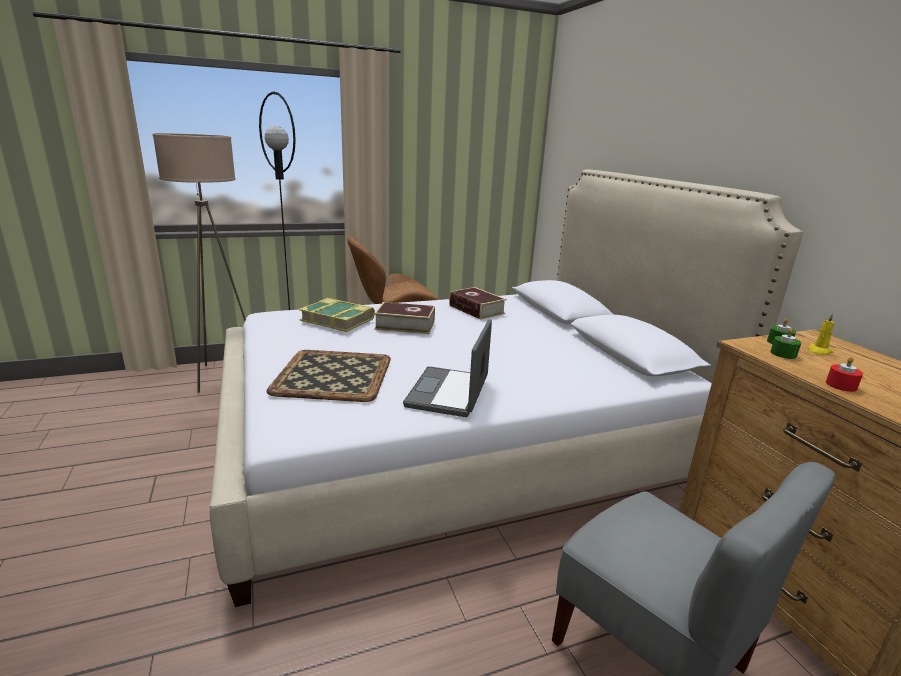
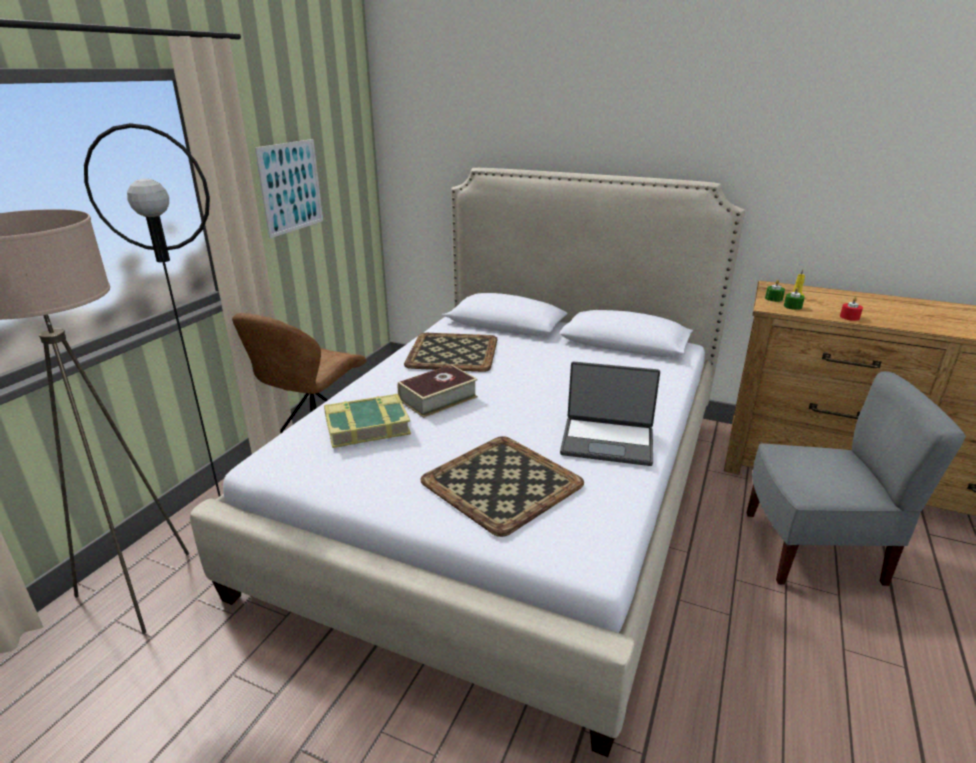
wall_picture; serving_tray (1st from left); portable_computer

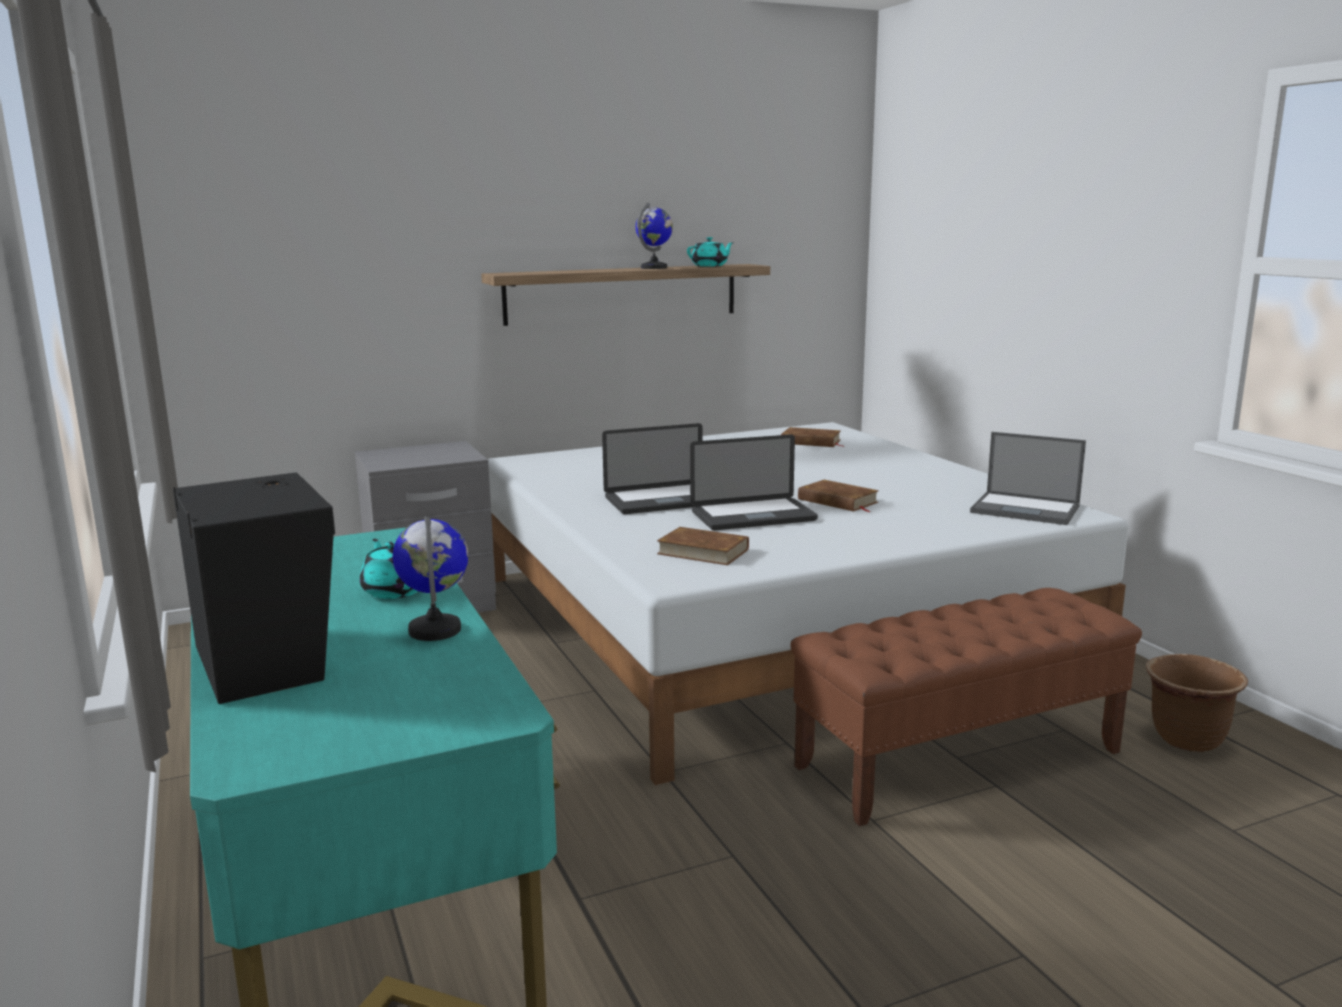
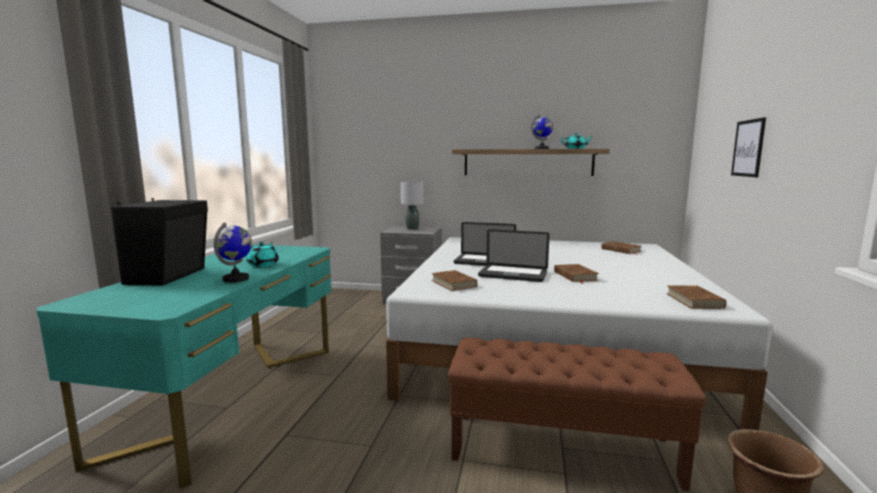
grey_lamp_for_a_table; brownish_bound_book (4th from left); wall_picture

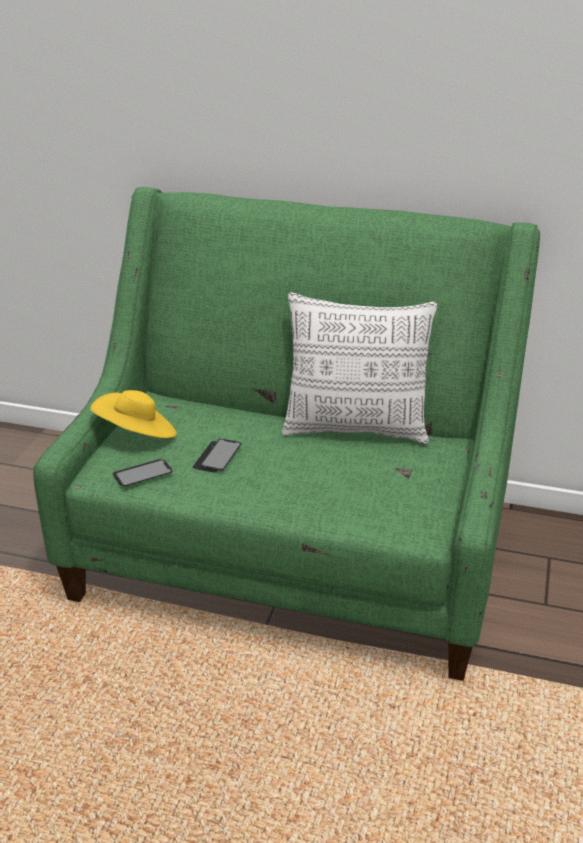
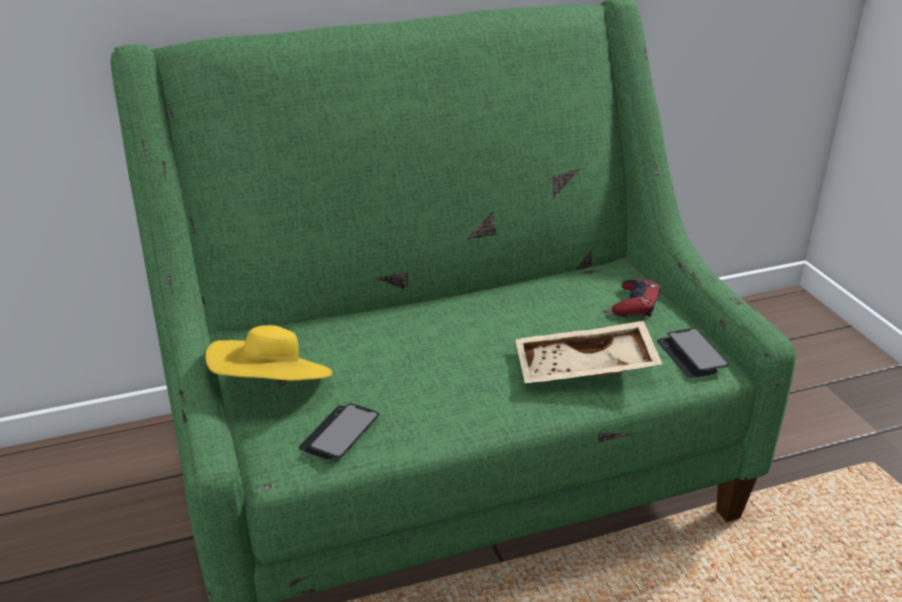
sand-coloured_serving_tray; red_joypad; telephone (2nd from left); throw_pillow

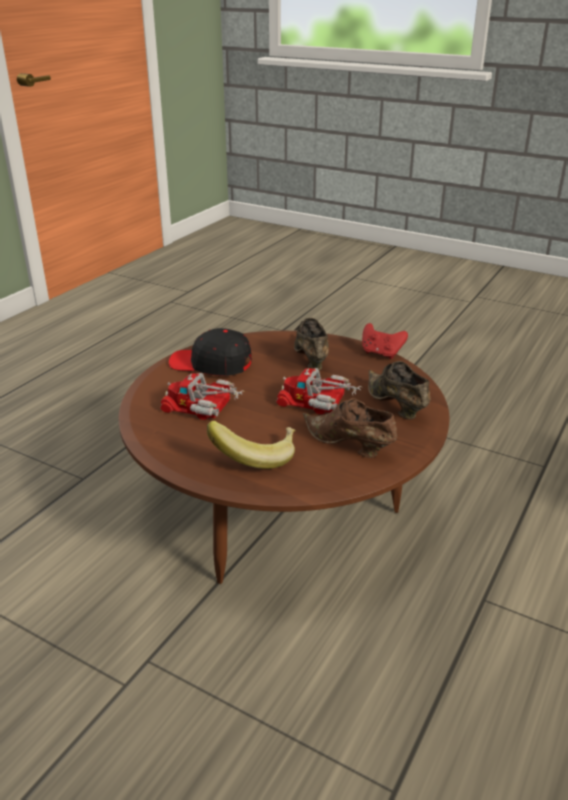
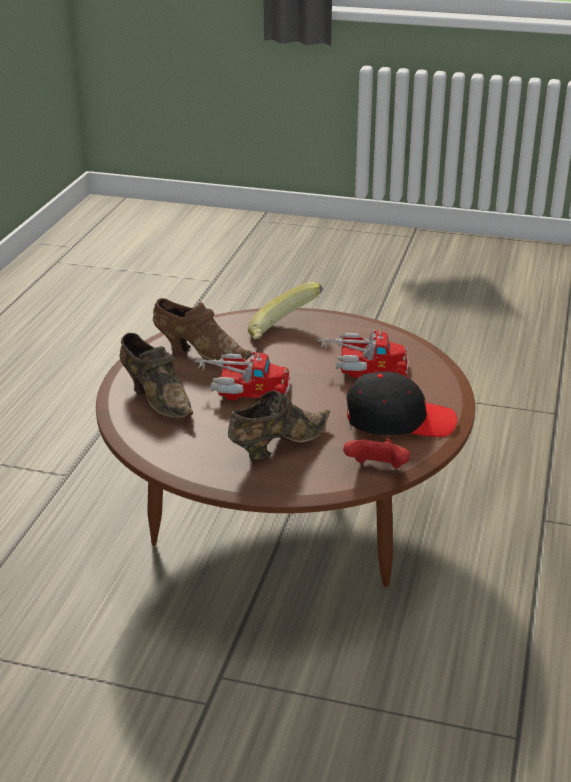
brownish_low_shoe (3rd from left); red_joypad

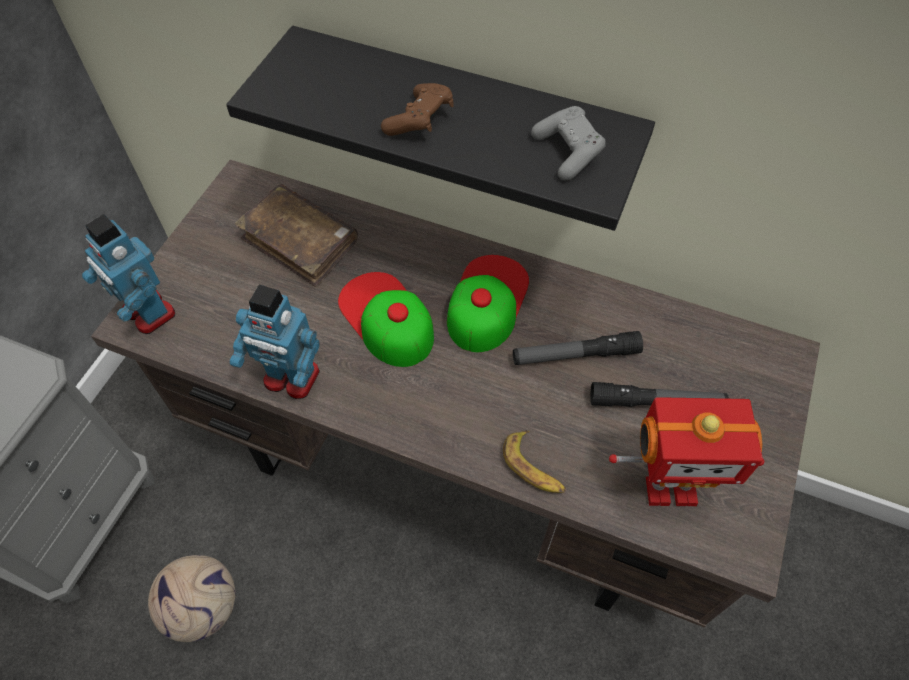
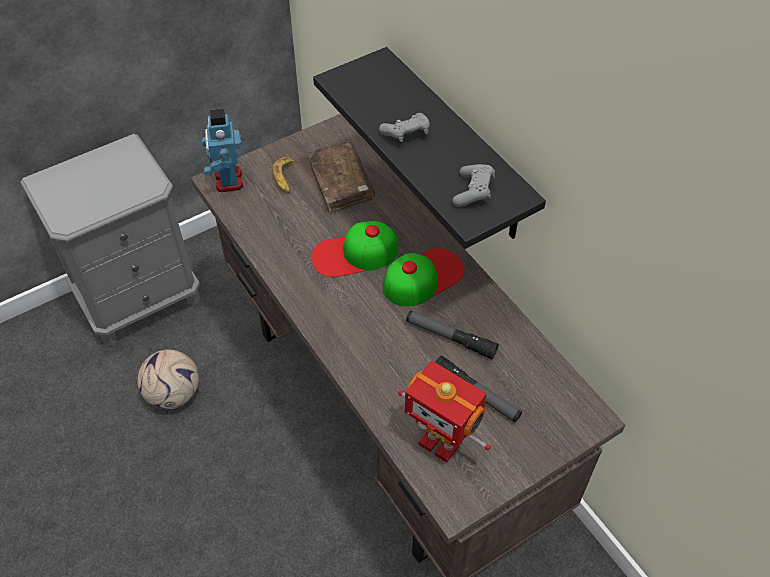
banana_fruit; baseball_cap (1st from left); grey_joypad (1st from left); robot_figure (2nd from left in the first image)

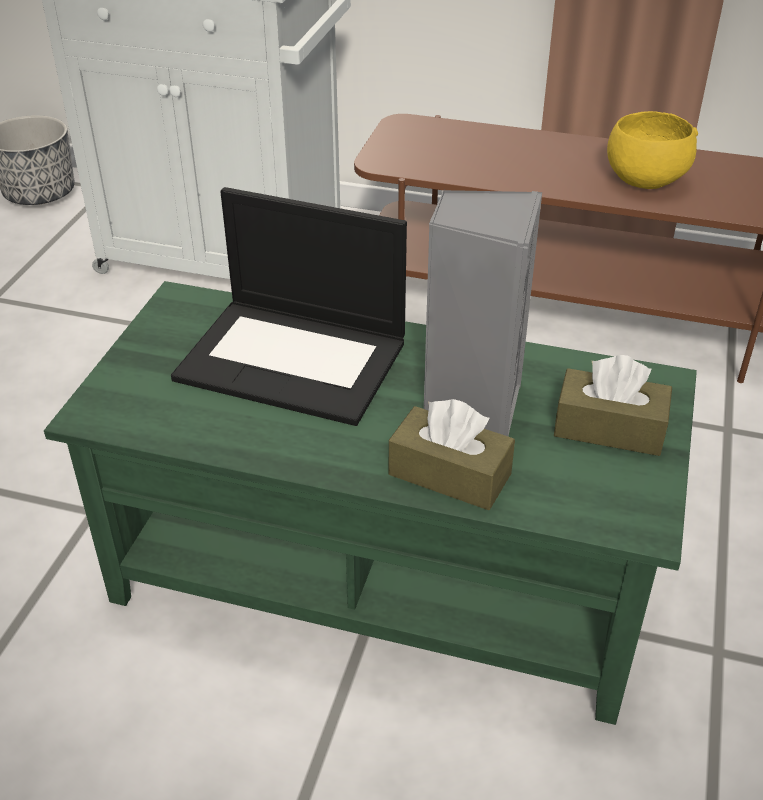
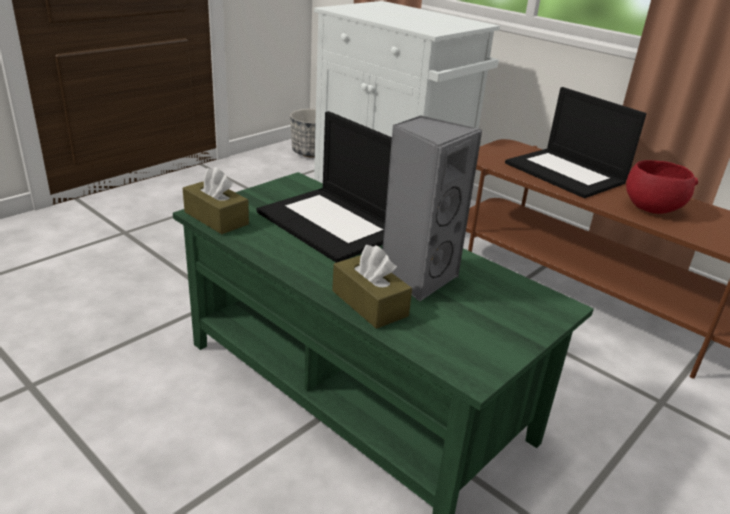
brownish_tissue_holder (1st from left); portable_computer (2nd from left); red_deep_dish

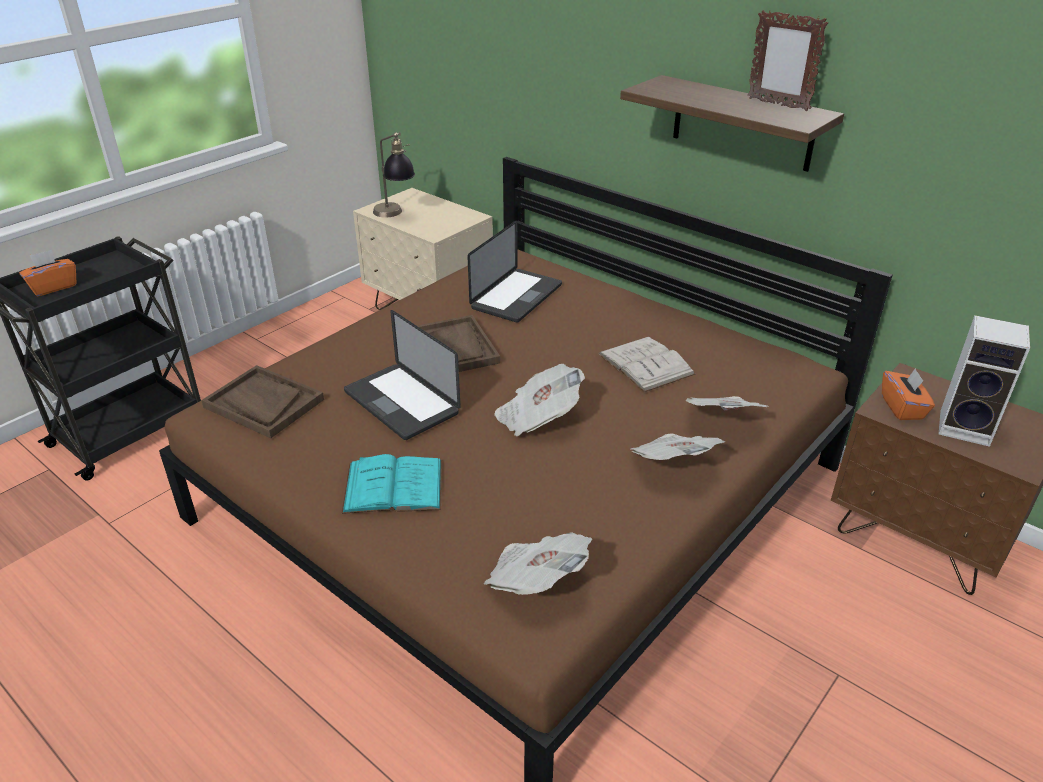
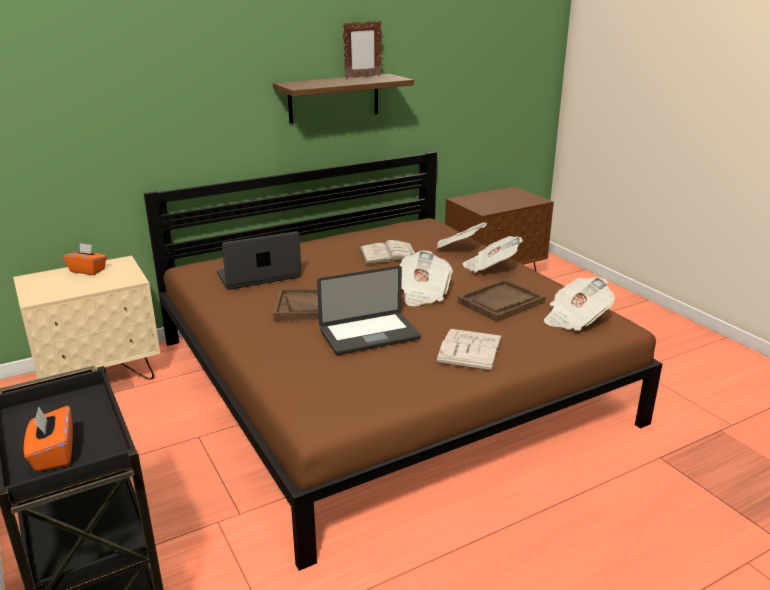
orange_tissue_holder (2nd from left); portable_computer (1st from left); whitish_bound_book (2nd from left); brownish_serving_tray (2nd from left); lamp_for_a_table; speaker

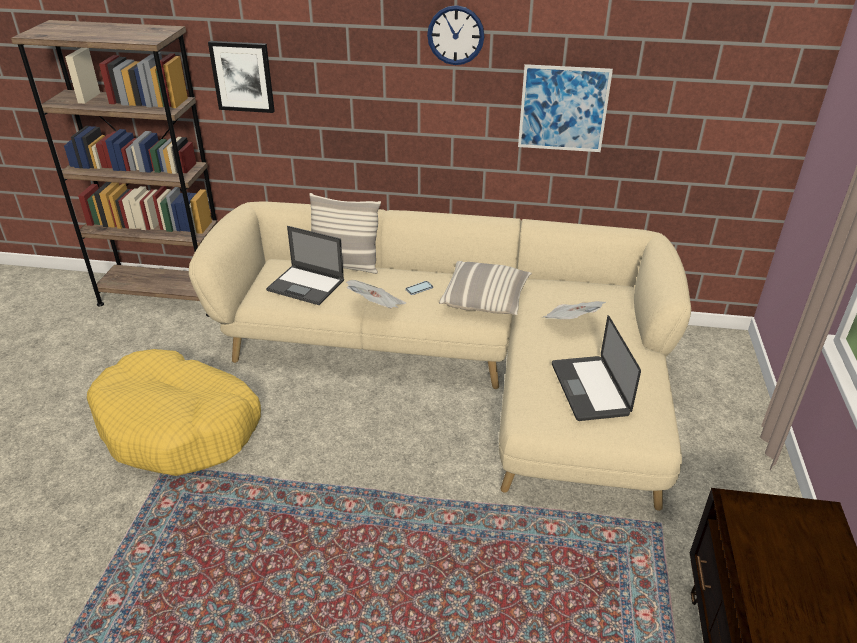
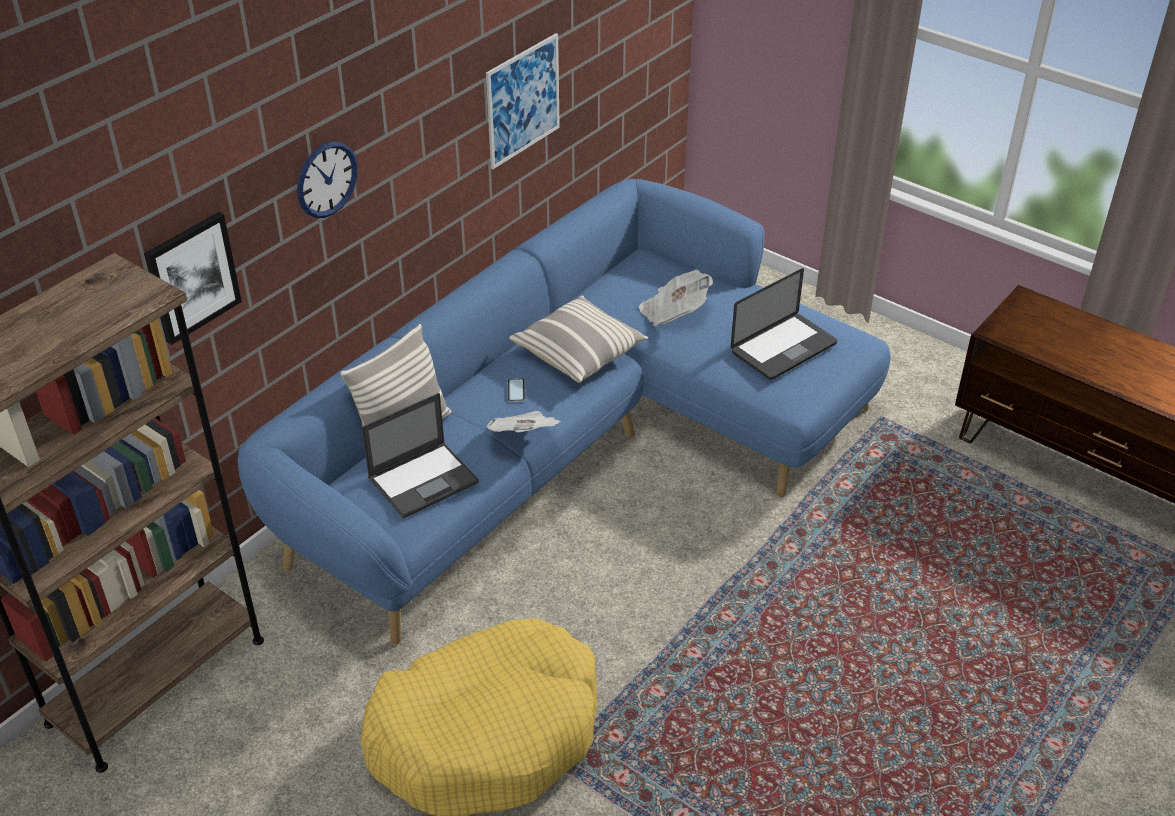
blue_couch; wall_clock; portable_computer (2nd from left)

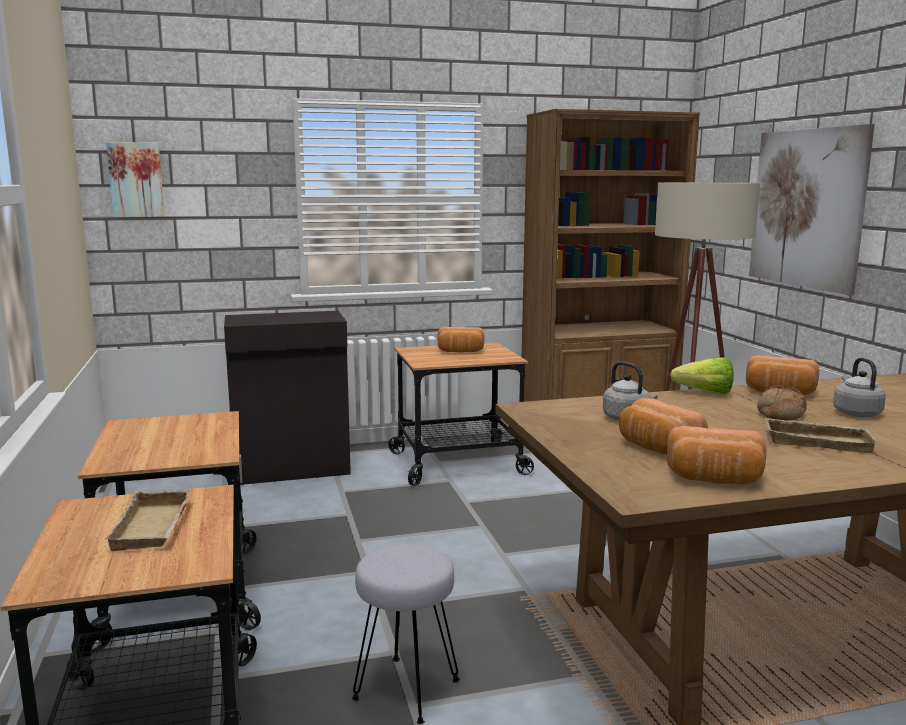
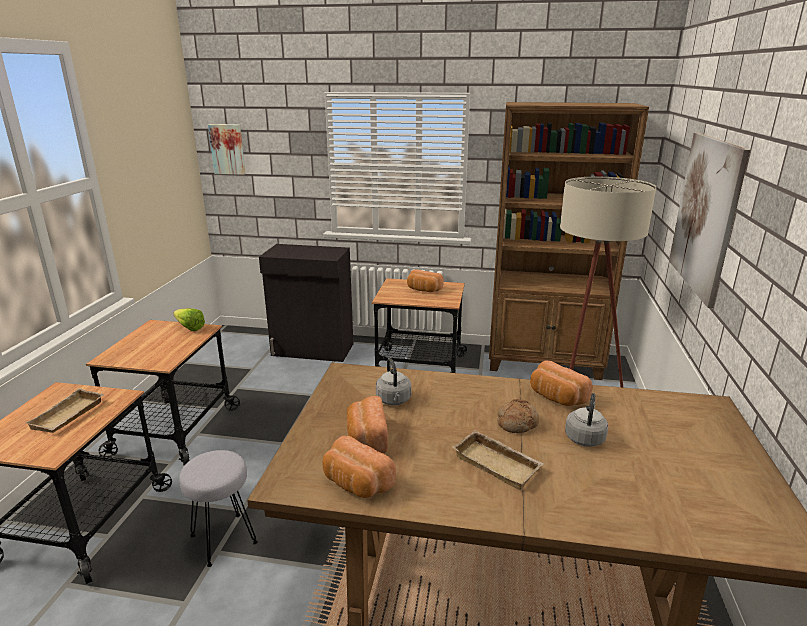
lettuce

